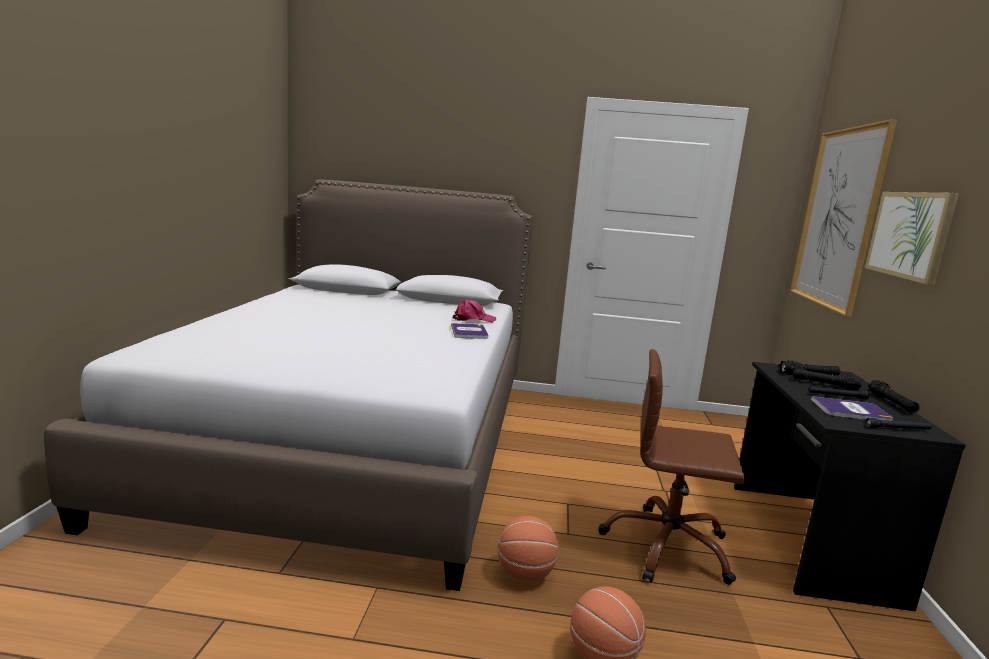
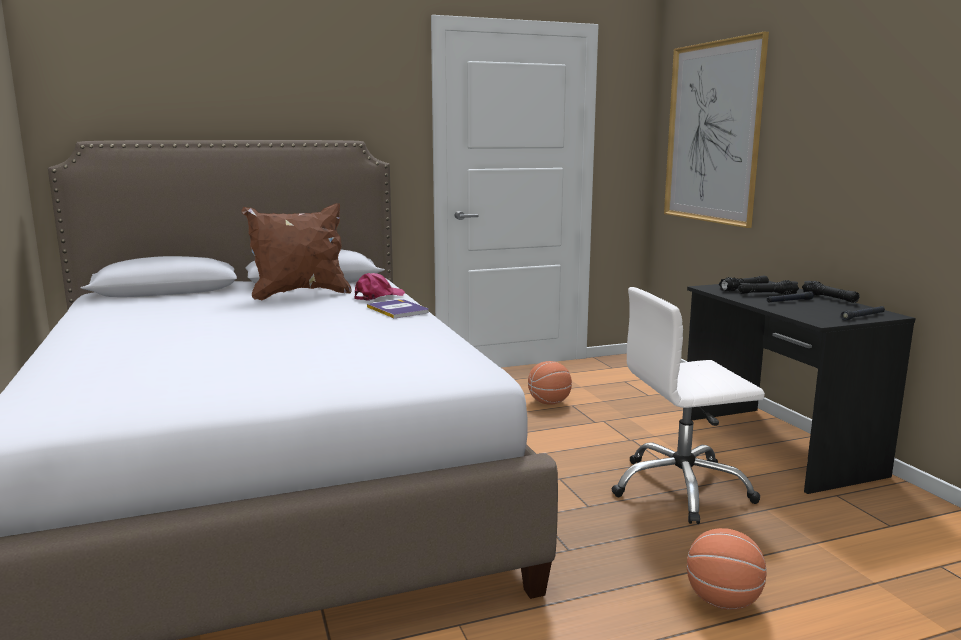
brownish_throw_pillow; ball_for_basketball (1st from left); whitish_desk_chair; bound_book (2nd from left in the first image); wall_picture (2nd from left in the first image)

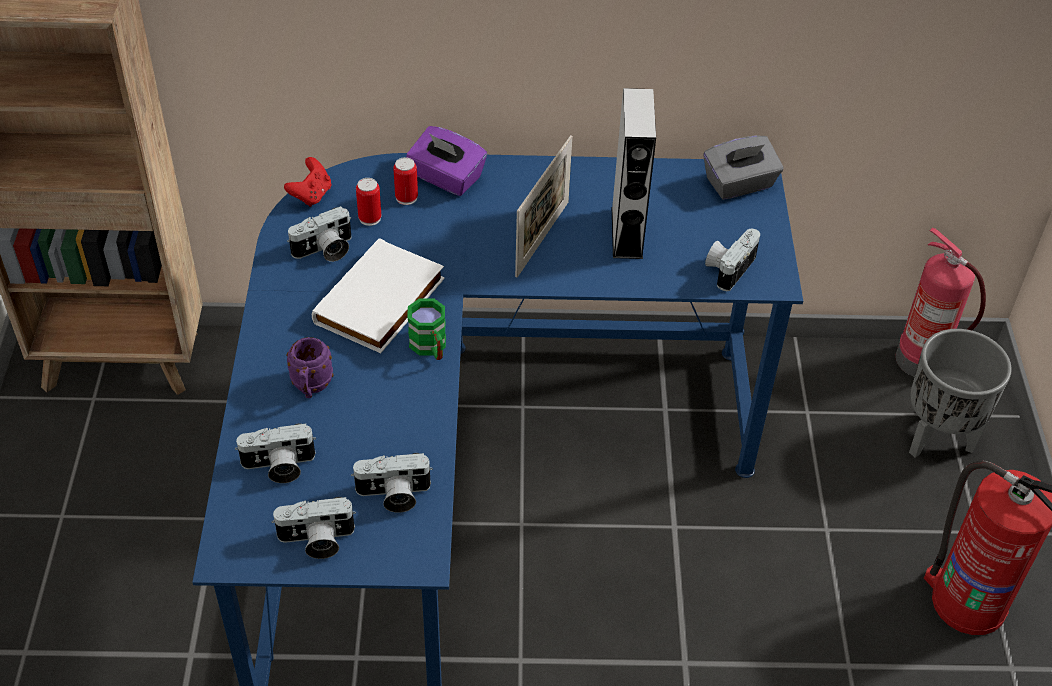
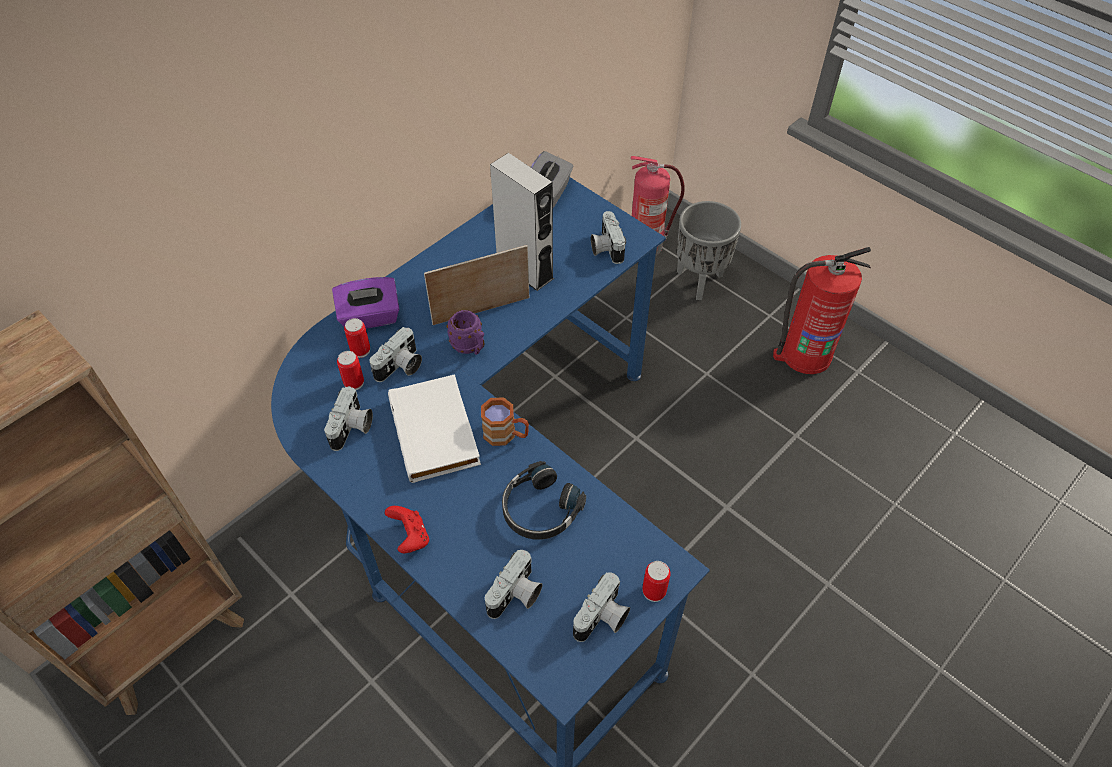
photo_camera (2nd from left); red_joypad; standing_frame; purple_tea_mug; brownish_tea_mug; black-coloured_headset; metal_can (3rd from left)

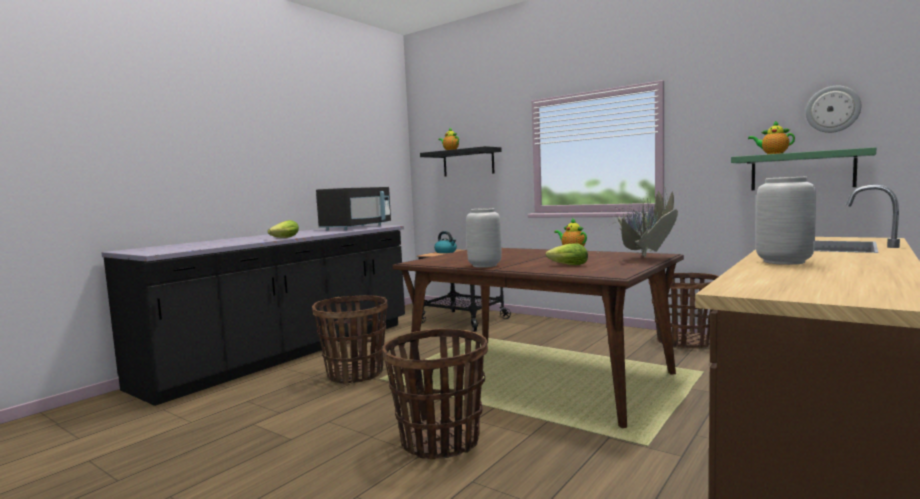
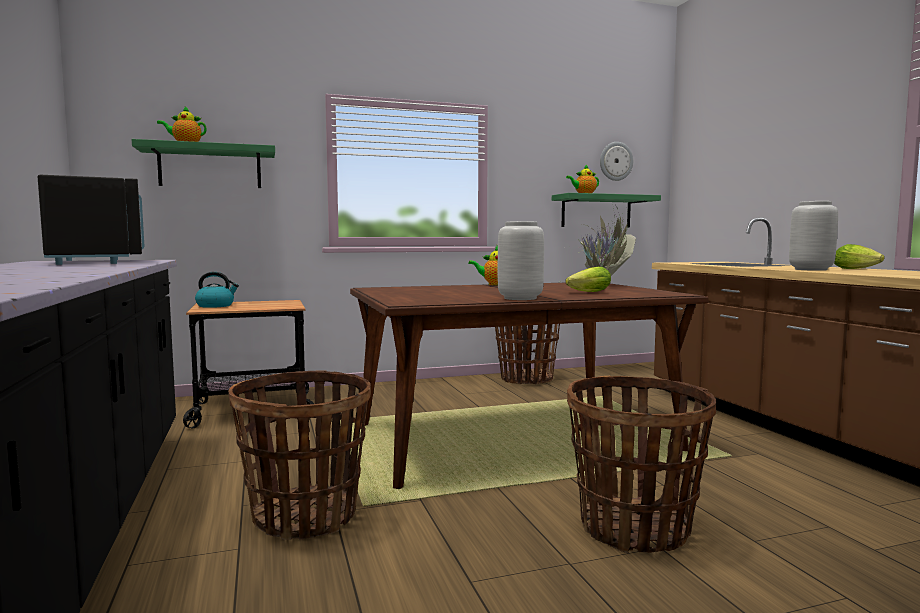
green_shelf (1st from left); lettuce (2nd from left)

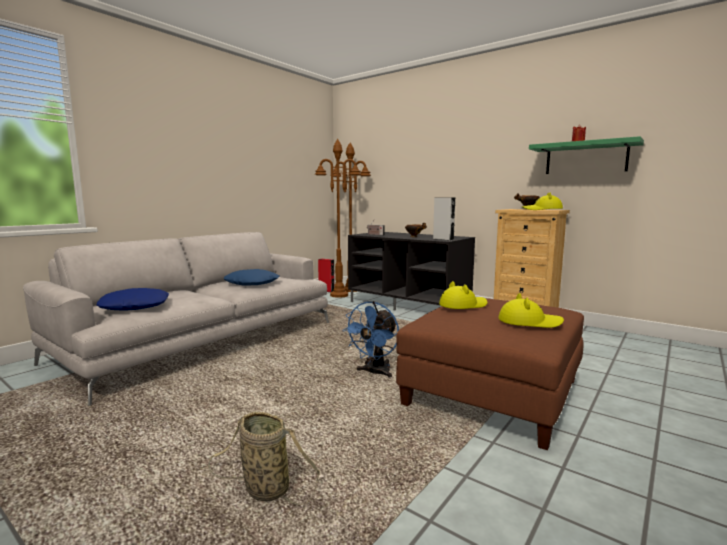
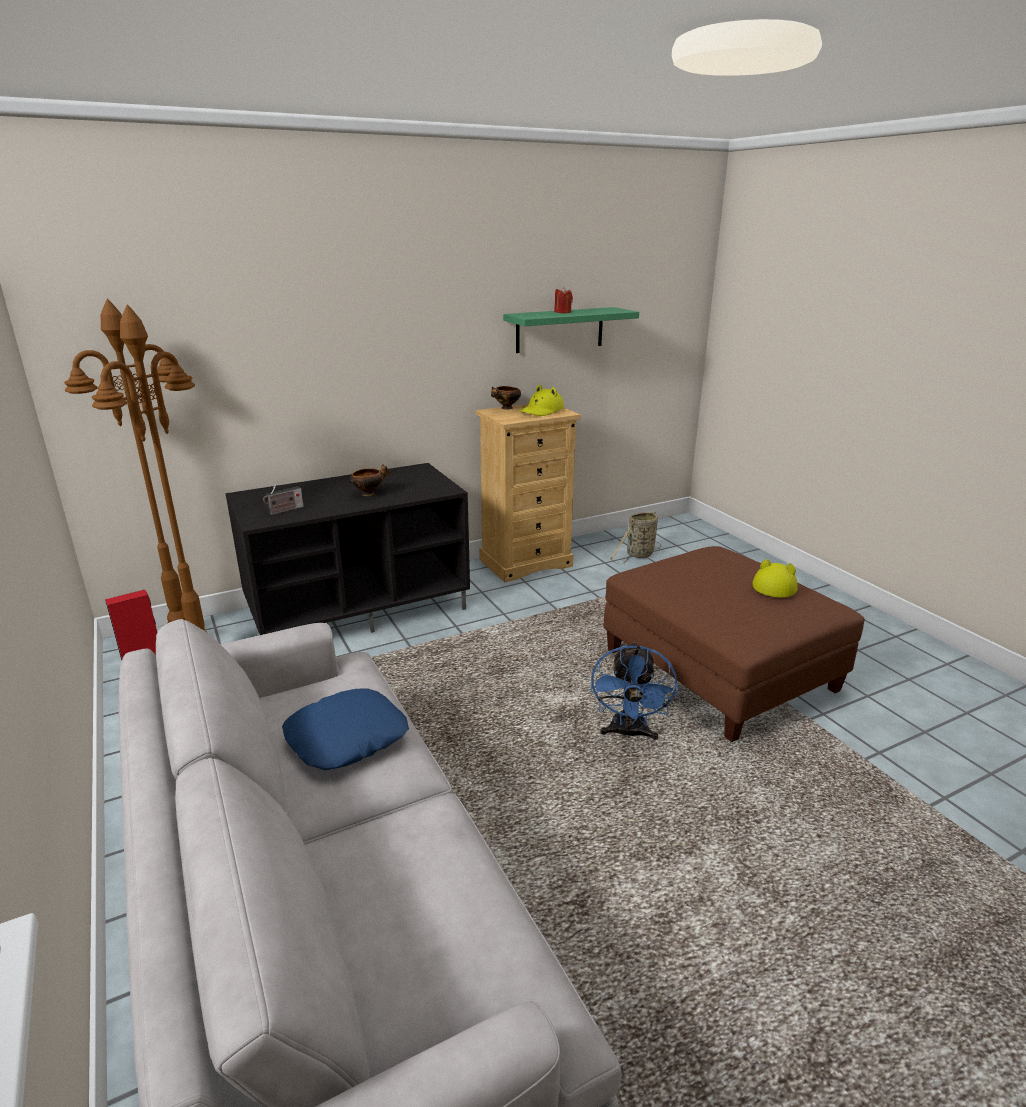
blue_cooling_fan; household_basket; blue_throw_pillow (1st from left in the first image); grey_speaker; yellowish_clothing_hat (1st from left in the first image)

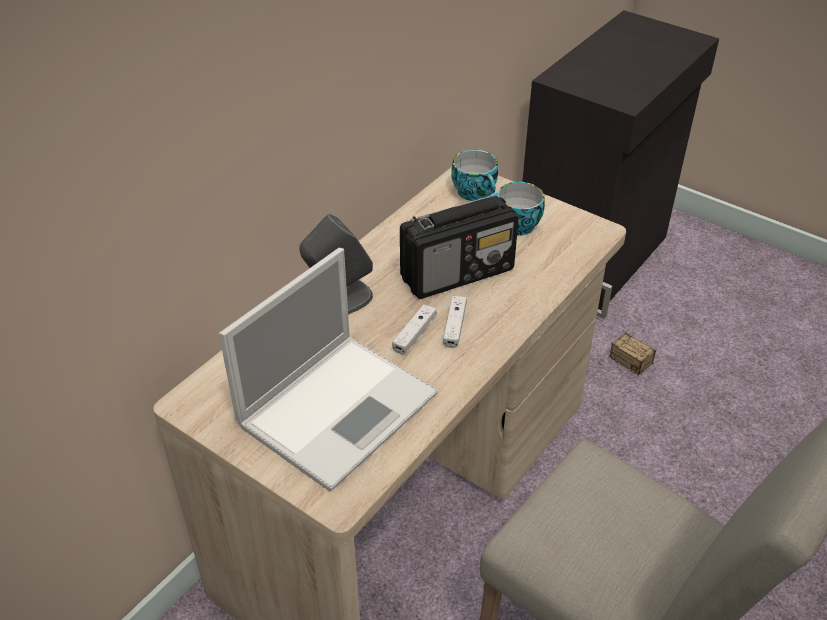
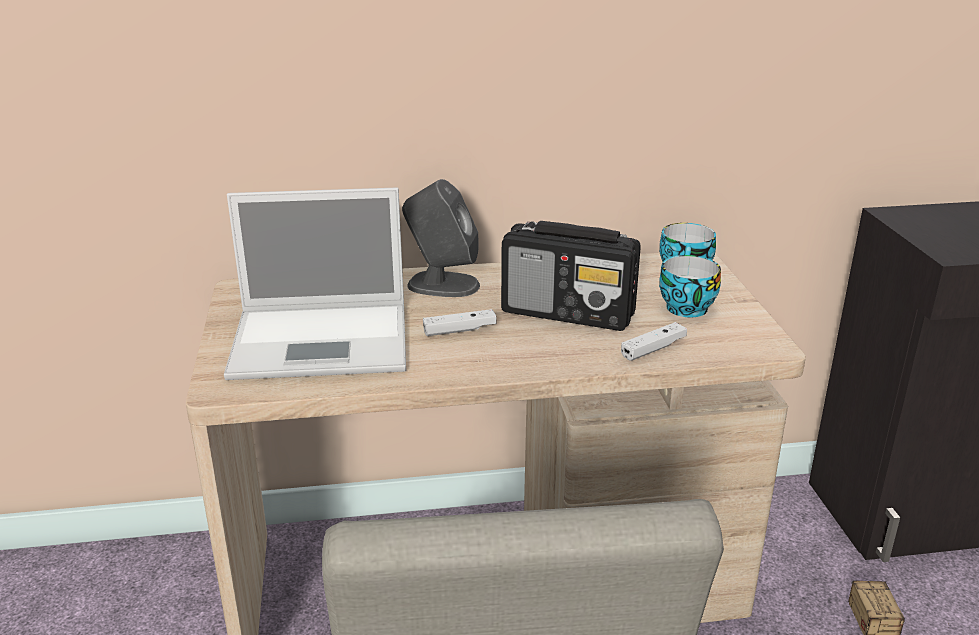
whitish_joypad (2nd from left)

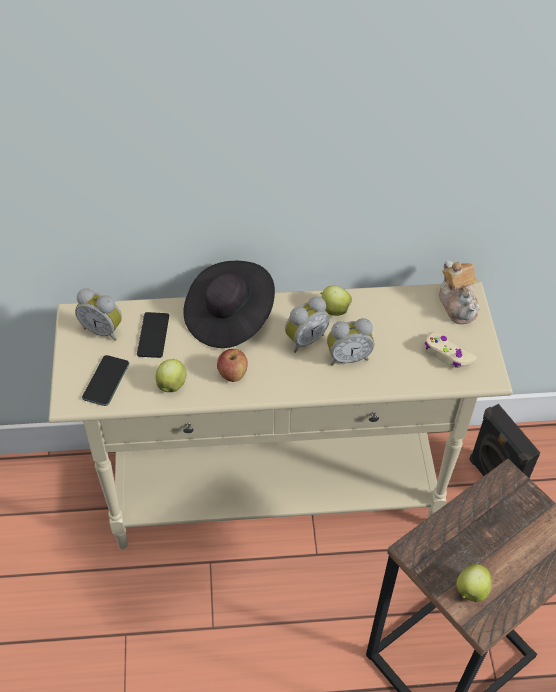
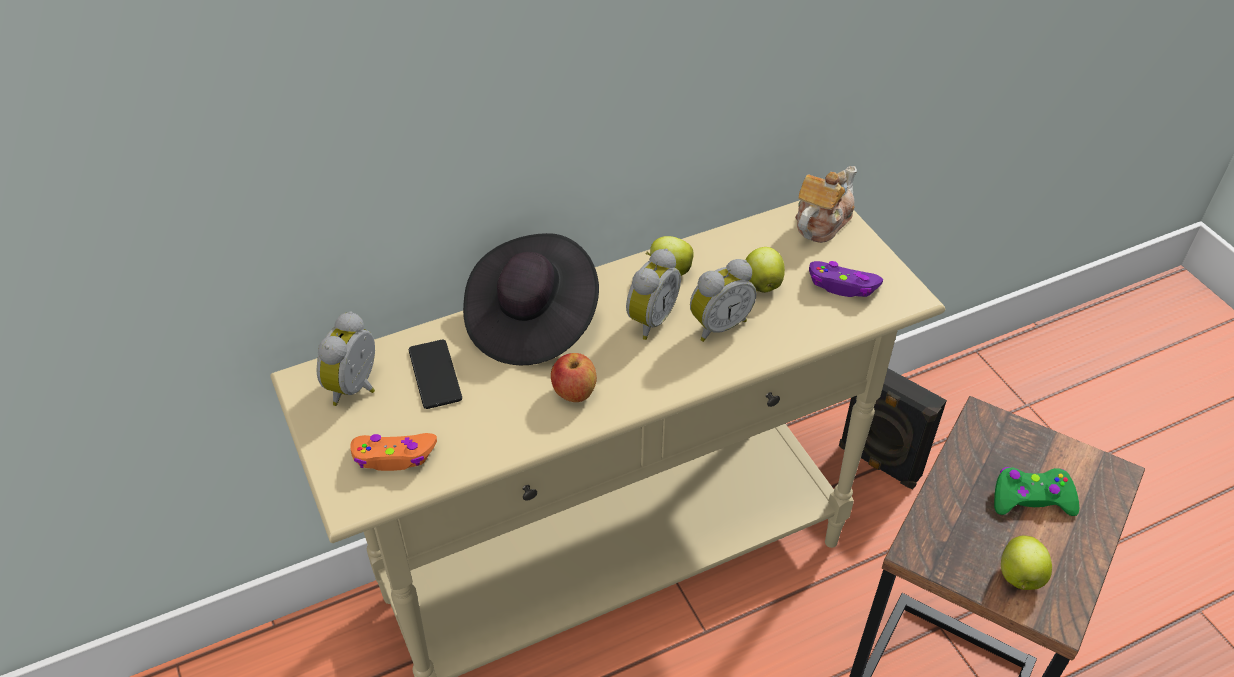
alarm_clock (1st from left); orange_joypad; apple (3rd from left); pot_for_tea; purple_joypad; green_joypad

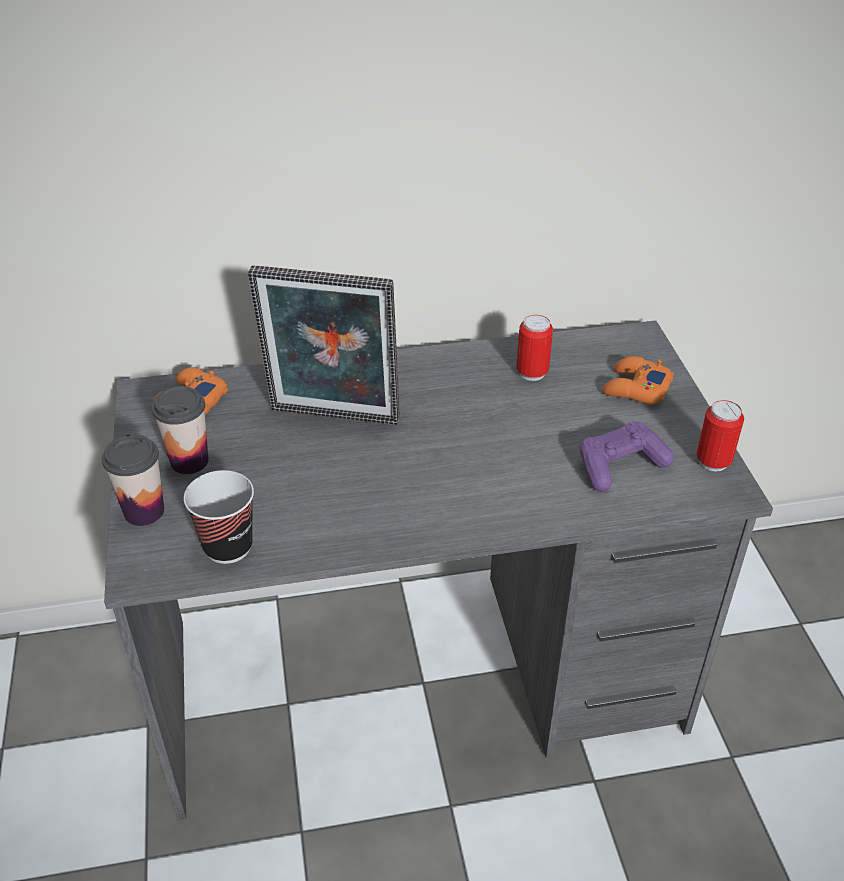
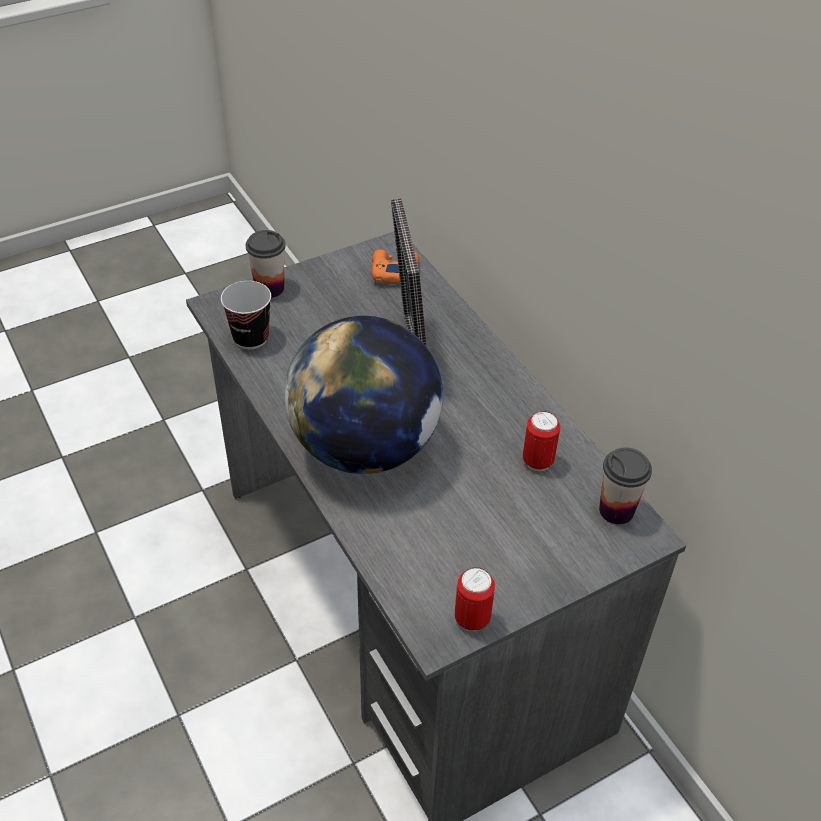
globe; drinking_cup (3rd from left); purple_joypad; orange_joypad (2nd from left in the first image)

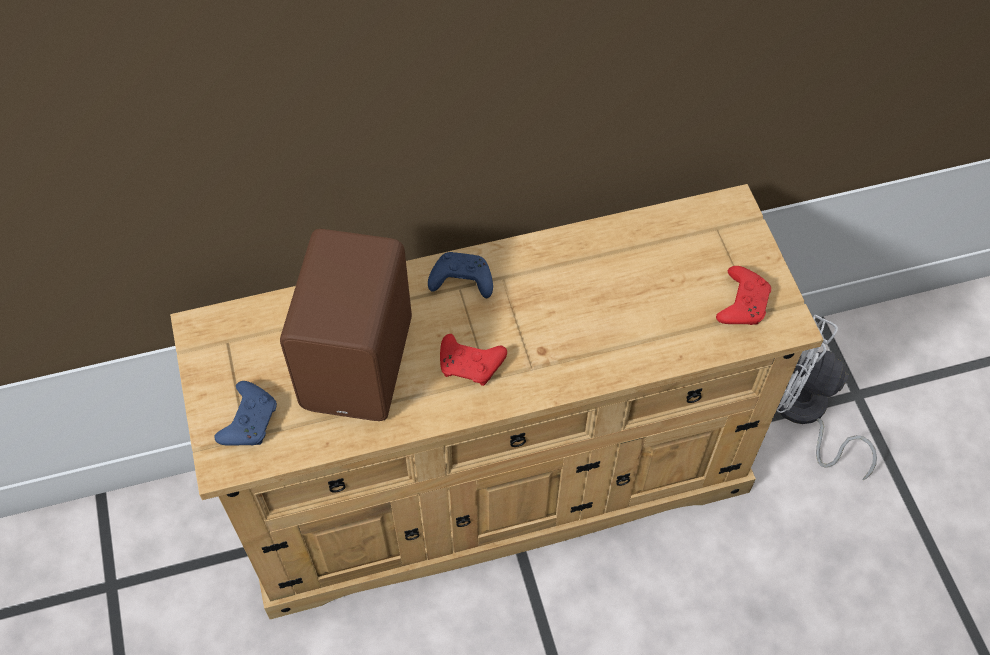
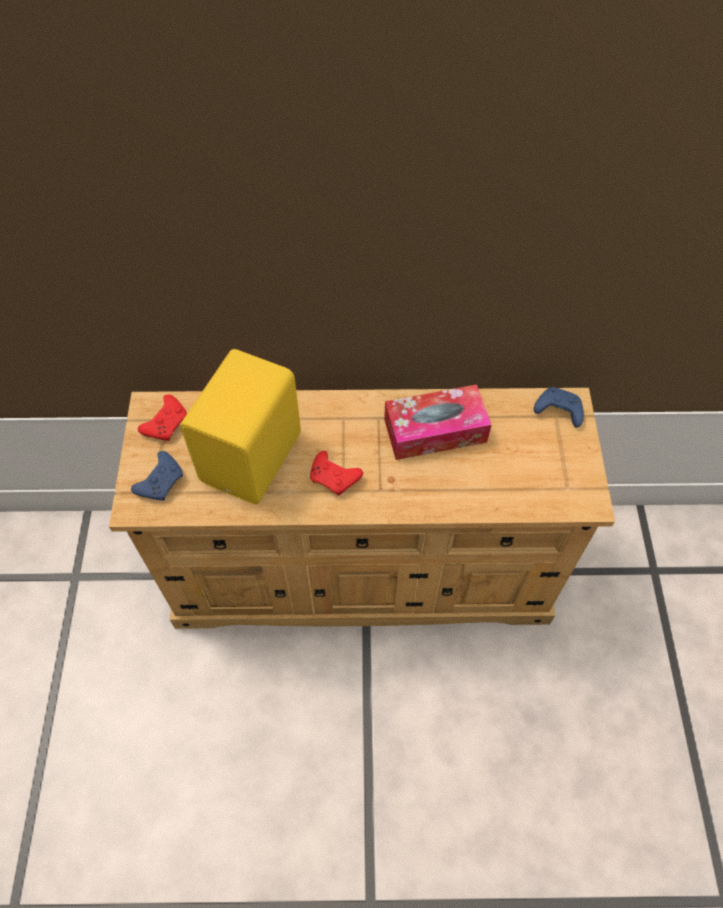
red_joypad (1st from left); yellowish_speaker; tissue_holder; blue_joypad (2nd from left); whitish_cooling_fan

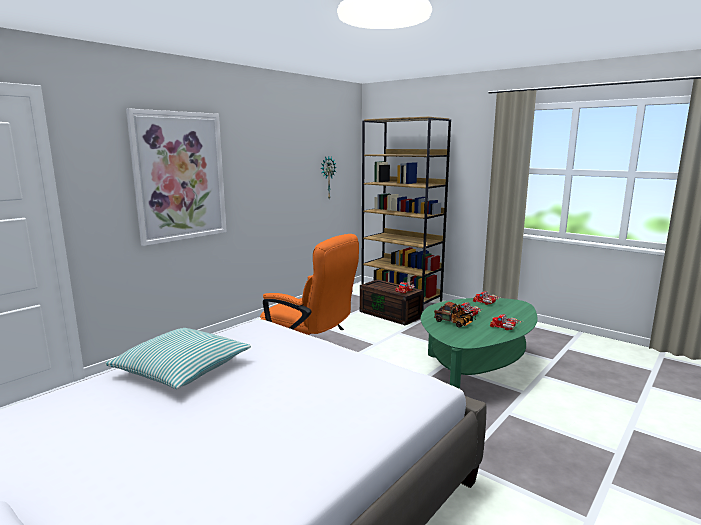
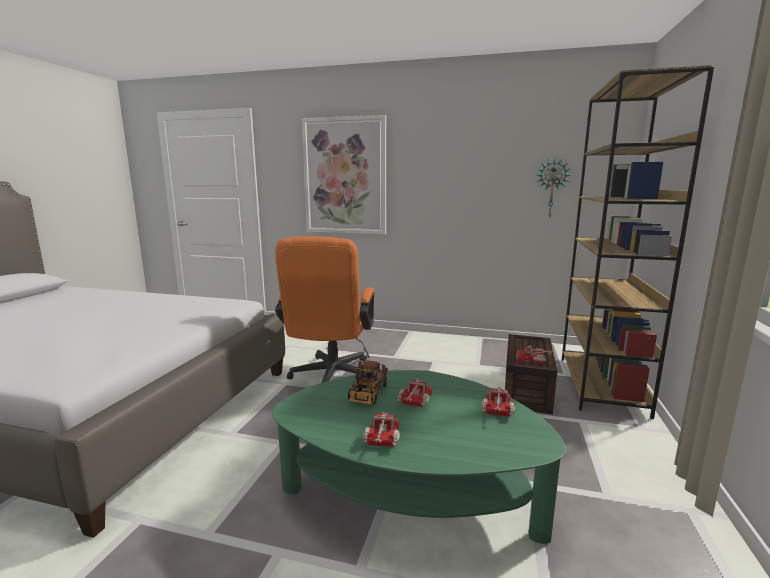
throw_pillow

